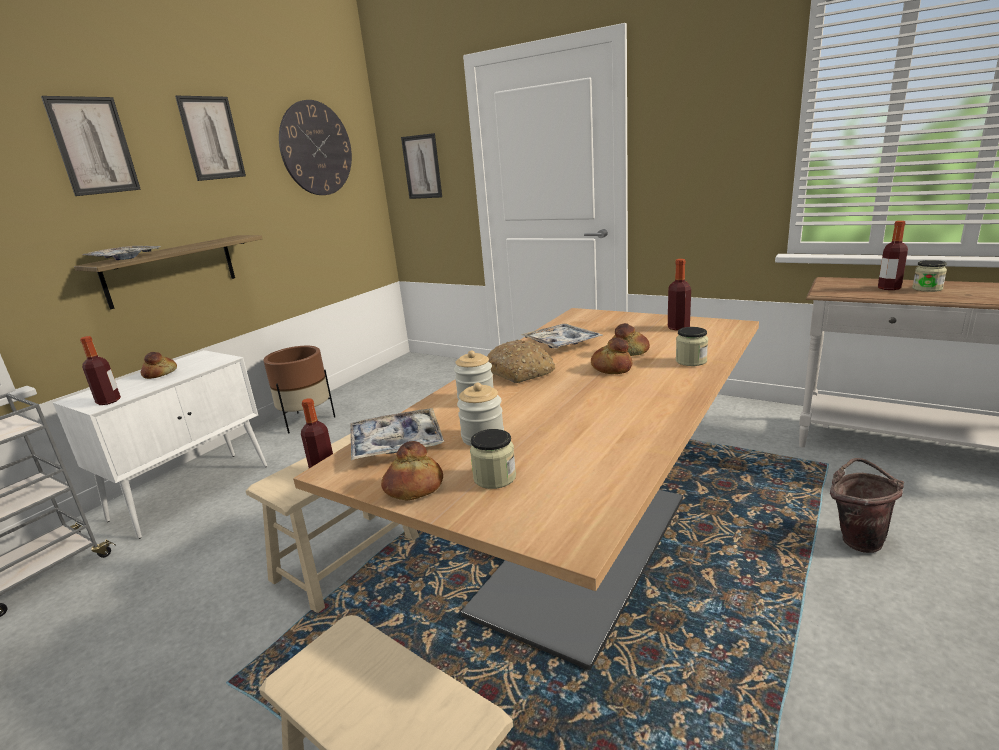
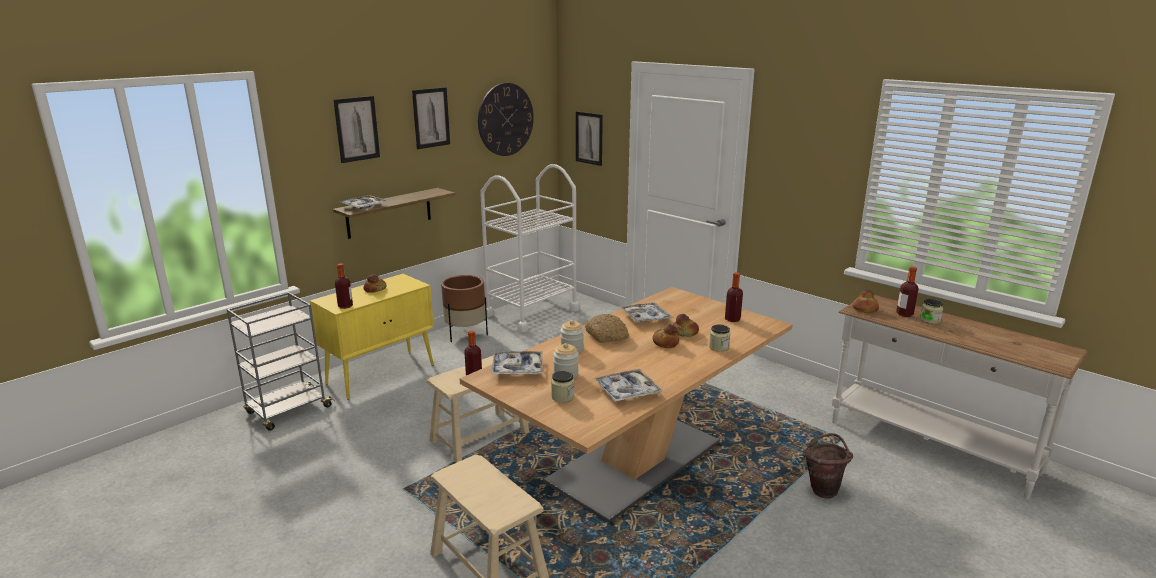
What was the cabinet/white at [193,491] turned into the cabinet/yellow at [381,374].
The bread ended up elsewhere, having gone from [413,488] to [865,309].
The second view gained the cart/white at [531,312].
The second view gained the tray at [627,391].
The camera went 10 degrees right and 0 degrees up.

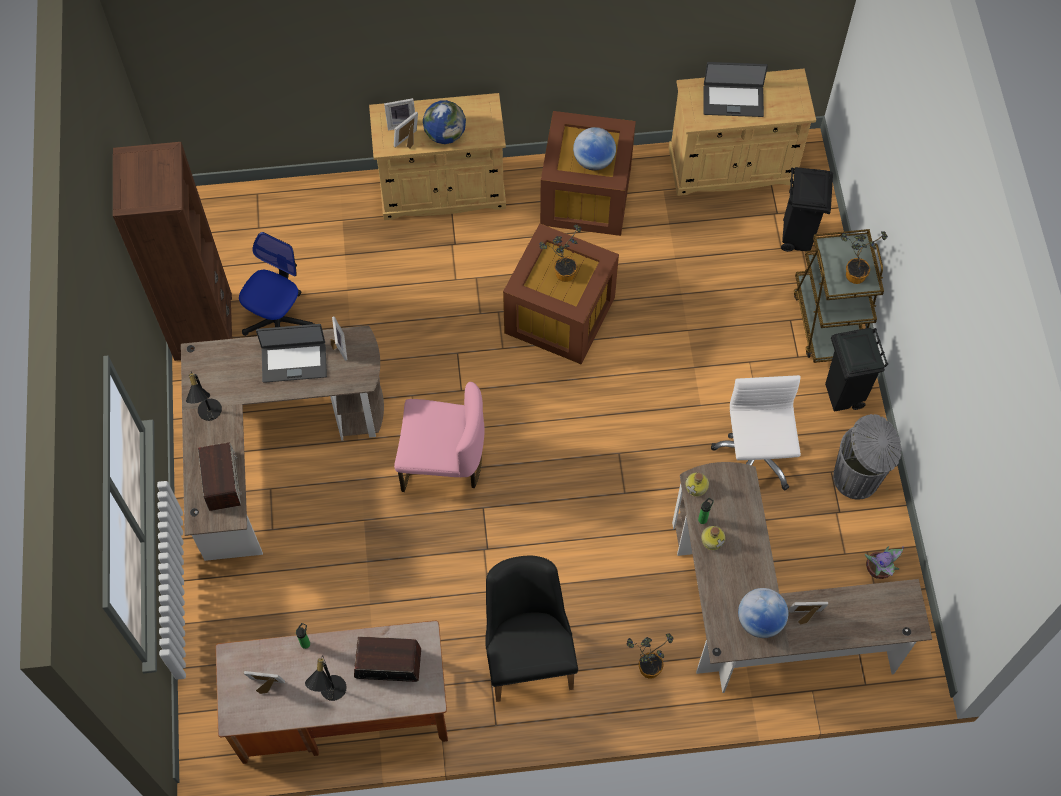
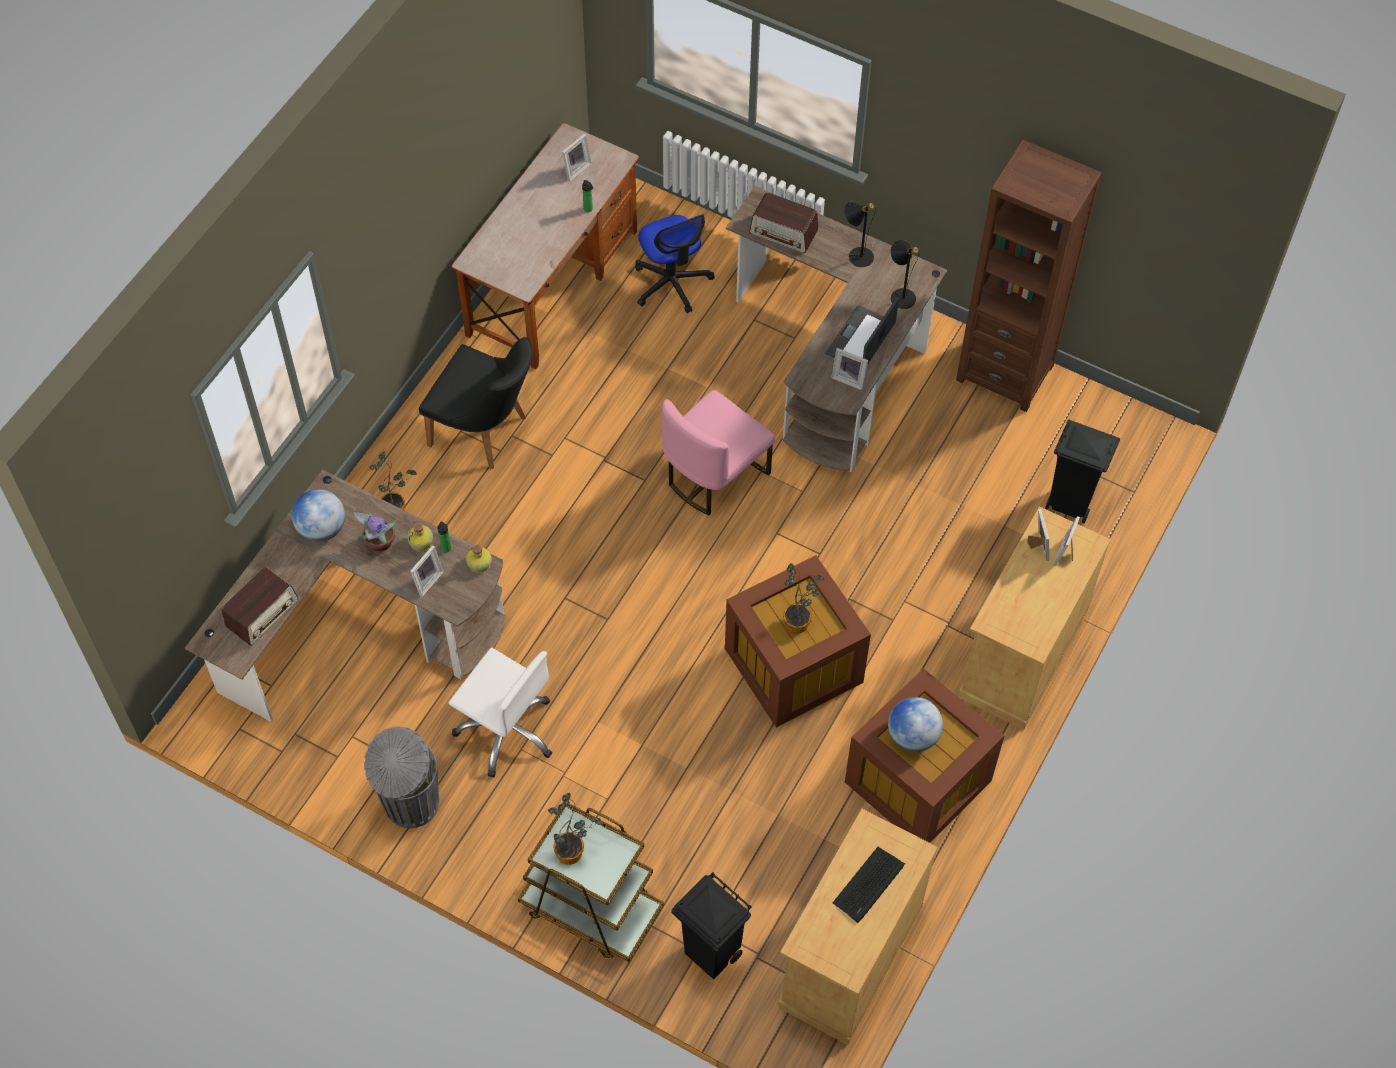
The office chair ended up elsewhere, having gone from [279,320] to [672,283].
The table lamp/black ended up elsewhere, having gone from [330,692] to [900,294].
The radio ended up elsewhere, having gone from [387,663] to [262,613].
The second view lost the globe at [445,134].
Where the laptop stood at [733,100], the keyboard came to stand at [869,884].
The picture frame ended up elsewhere, having gone from [805,617] to [426,580].
The trash can/black ended up elsewhere, having gone from [843,396] to [1069,504].
The potted plant ended up elsewhere, having gone from [878,570] to [379,543].
The camera went 125 degrees right and 5 degrees down.

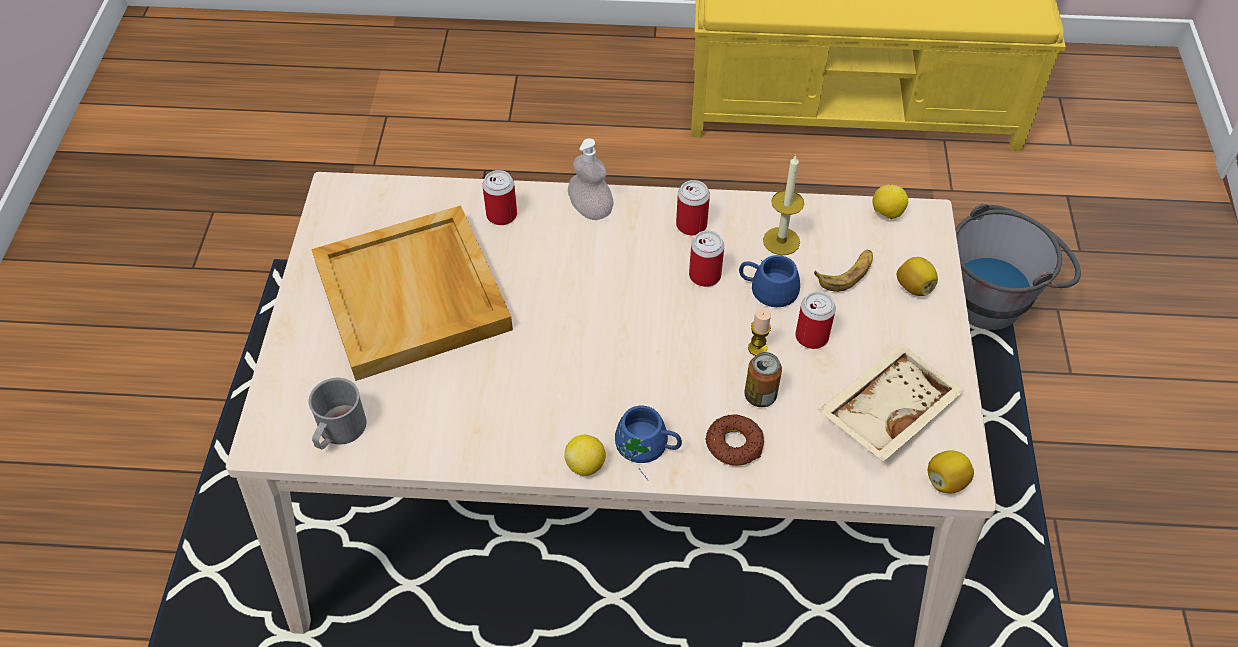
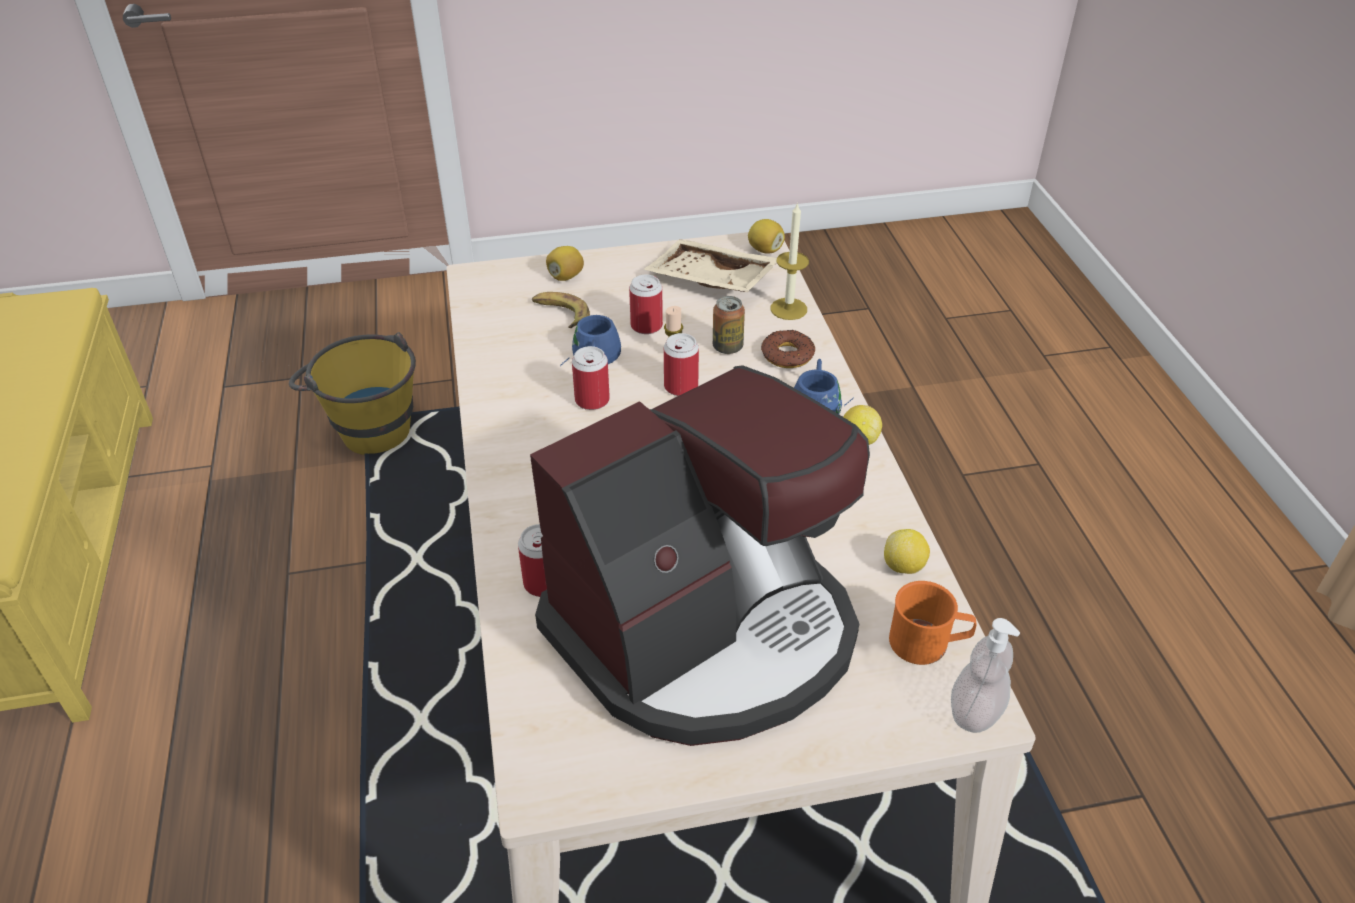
What was the mug/grey at [338,432] turned into the mug/orange at [928,643].
Where the tray/beige stood at [414,296], the coffee machine came to stand at [706,633].
The soap dispenser ended up elsewhere, having gone from [590,209] to [975,711].
The can ended up elsewhere, having gone from [691,225] to [681,387].
The candle ended up elsewhere, having gone from [781,241] to [788,309].
The lemon ended up elsewhere, having gone from [886,213] to [903,566].
What was the bucket/grey at [997,298] turned into the bucket/yellow at [367,426].
The camera went 105 degrees left and 10 degrees down.

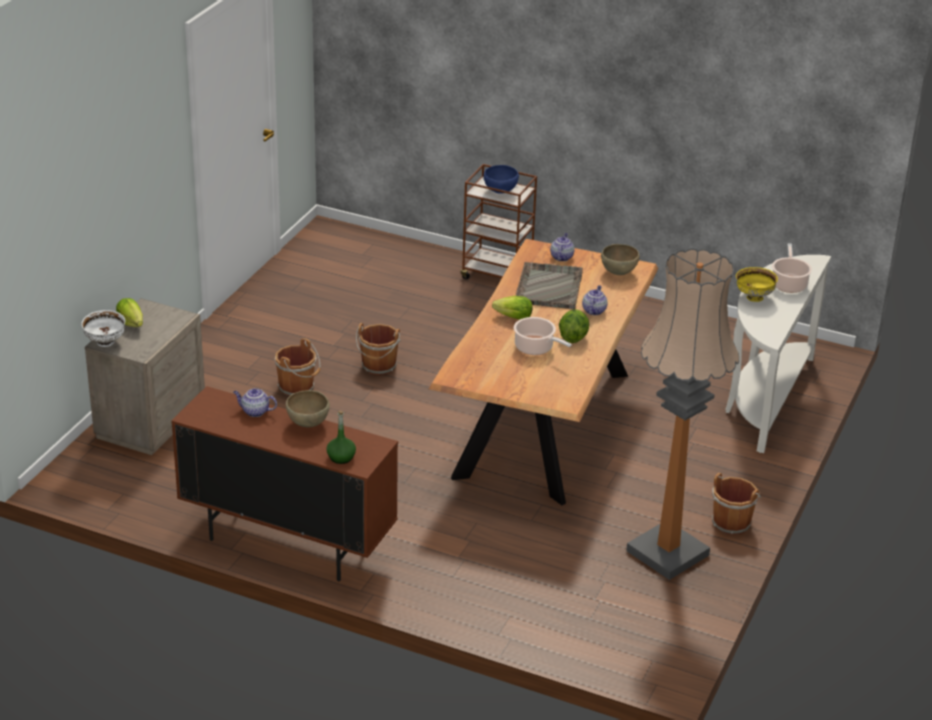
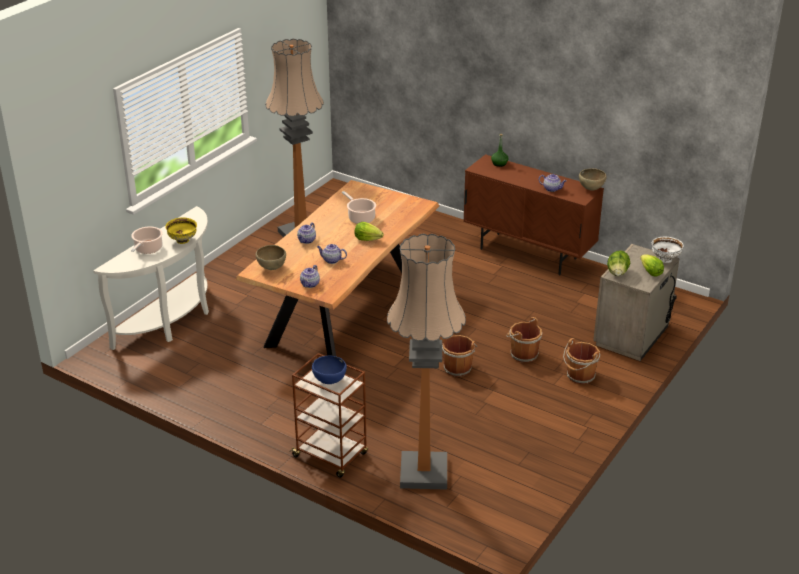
The bowl/brown ended up elsewhere, having gone from [307,424] to [591,189].
Where the tray/grey stood at [549,287], the teapot came to stand at [331,260].
The lettuce ended up elsewhere, having gone from [573,337] to [617,273].
The bucket/brown ended up elsewhere, having gone from [732,522] to [580,376].
The second view gained the floor lamp at [423,473].
The camera went 170 degrees left and 0 degrees up.

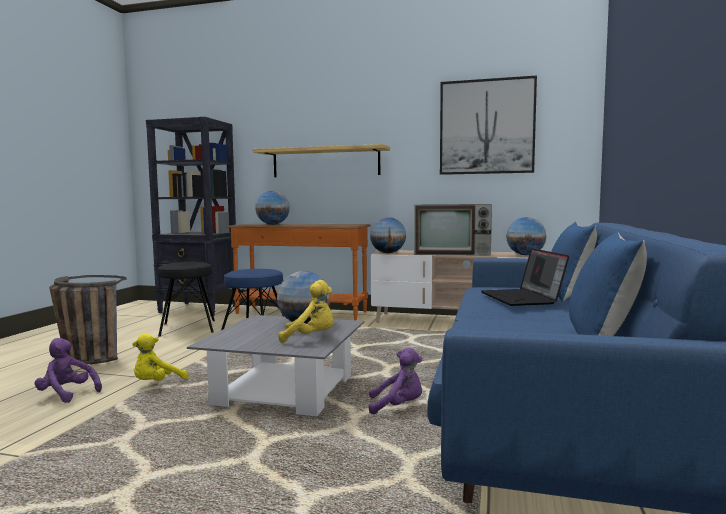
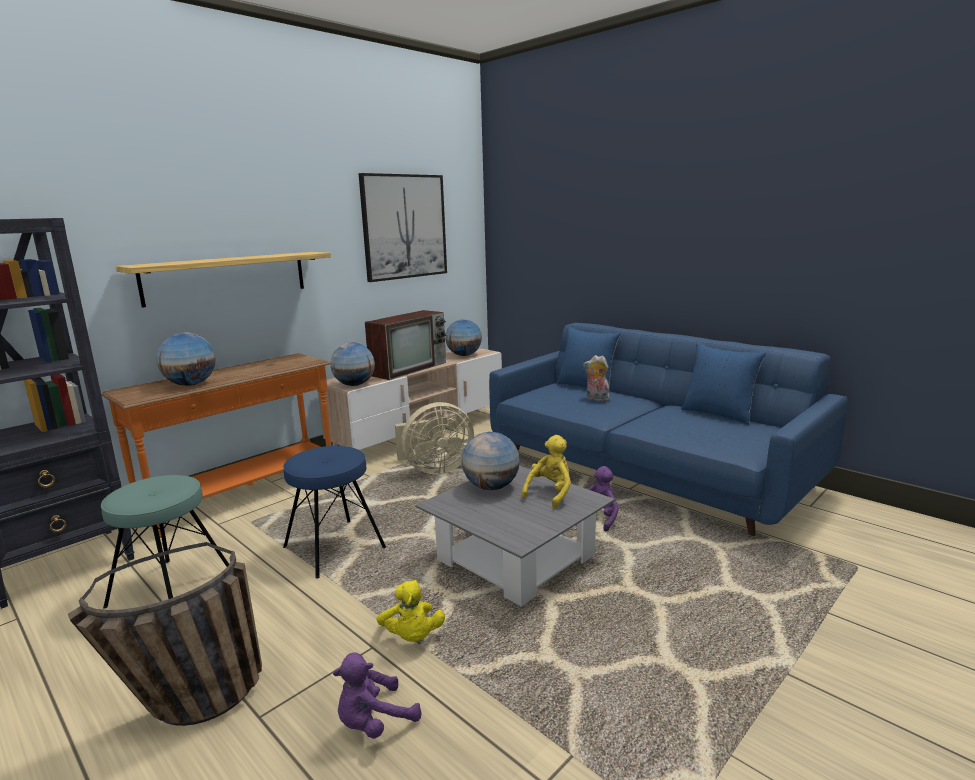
What was the stool/black at [188,328] turned into the stool/turquoise at [171,588].
Where the laptop stood at [522,298], the plush toy came to stand at [596,399].
The second view gained the fan/beige at [434,469].
The camera went 60 degrees left and 10 degrees up.

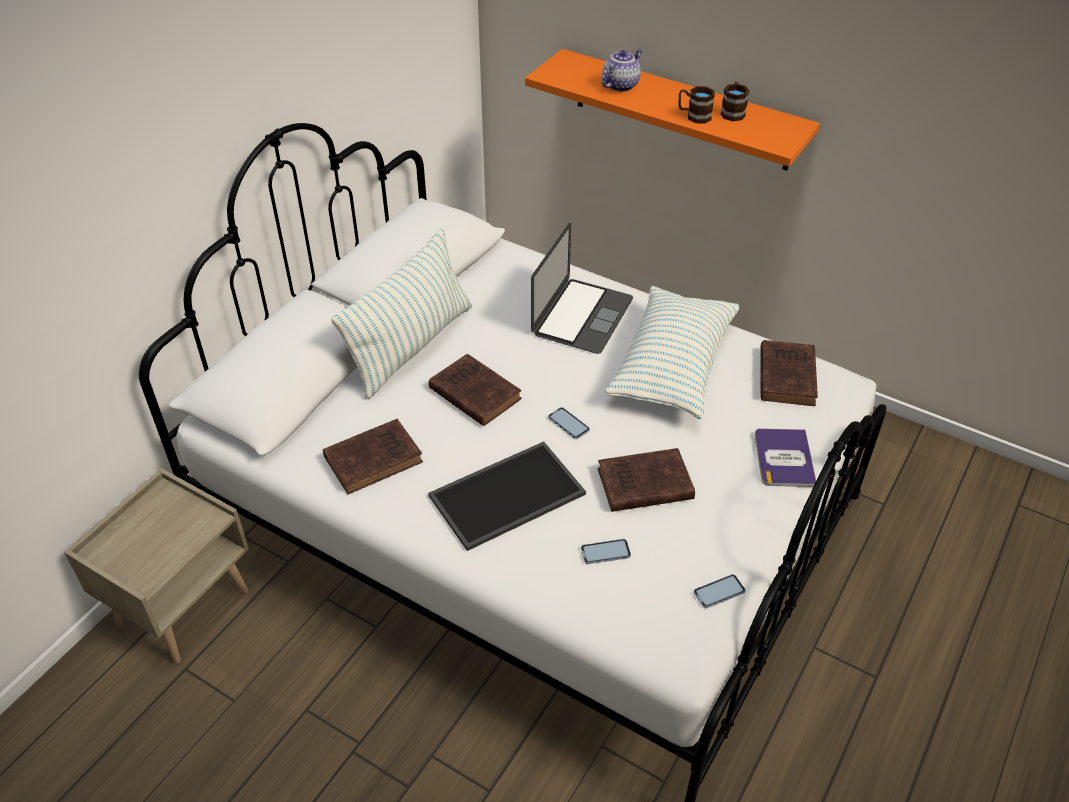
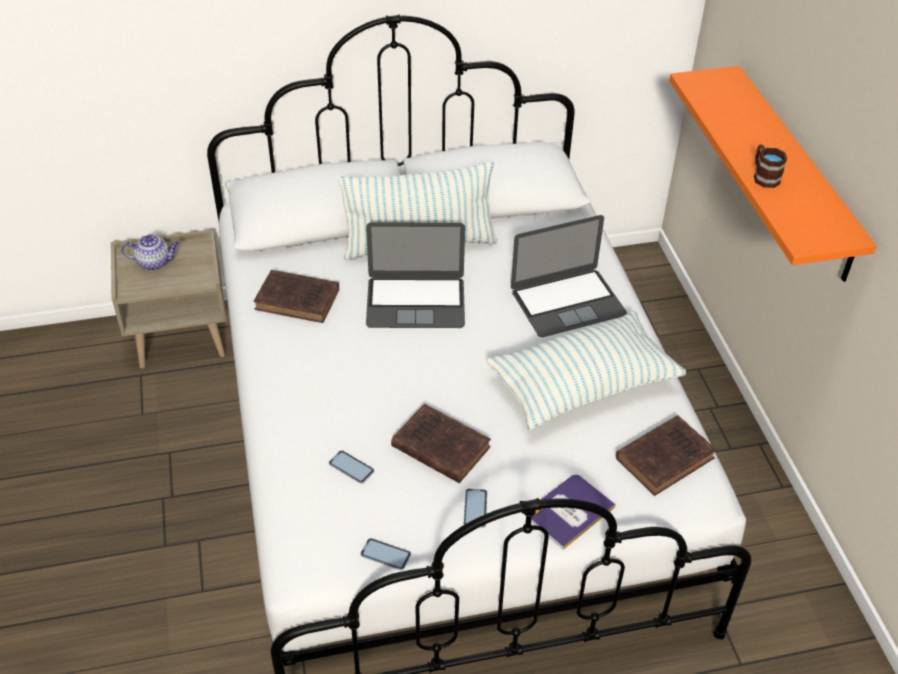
The second view lost the tray at [507,497].
Where the book/brown stood at [473,393], the laptop came to stand at [415,302].
The phone ended up elsewhere, having gone from [568,424] to [475,509].
The teapot ended up elsewhere, having gone from [620,85] to [154,262].
The second view lost the mug/brown at [733,112].
The camera went 45 degrees right and 0 degrees up.

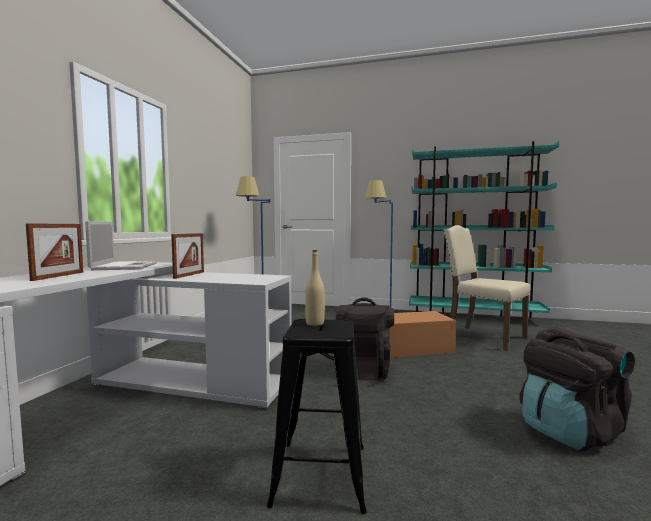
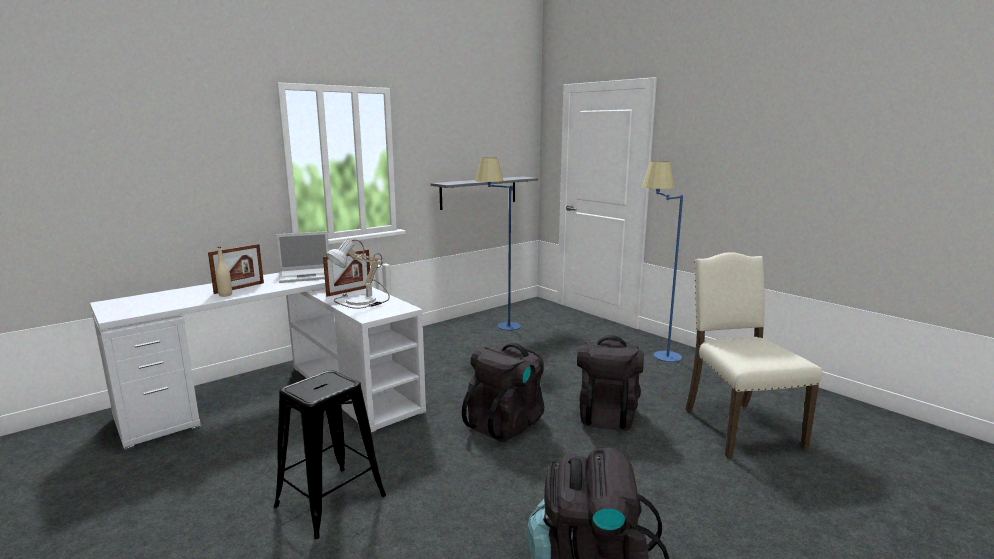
The laptop at [125,266] ended up facing another way, 45 degrees clockwise from before.
The bottle/beige ended up elsewhere, having gone from [315,323] to [225,295].
Where the cardboard box stood at [413,348], the backpack/black came to stand at [607,414].
The second view lost the bookcase/turquoise at [473,318].
The second view gained the table lamp at [361,301].
The second view gained the shelf/grey at [479,192].
The camera went 35 degrees right and 10 degrees up.

